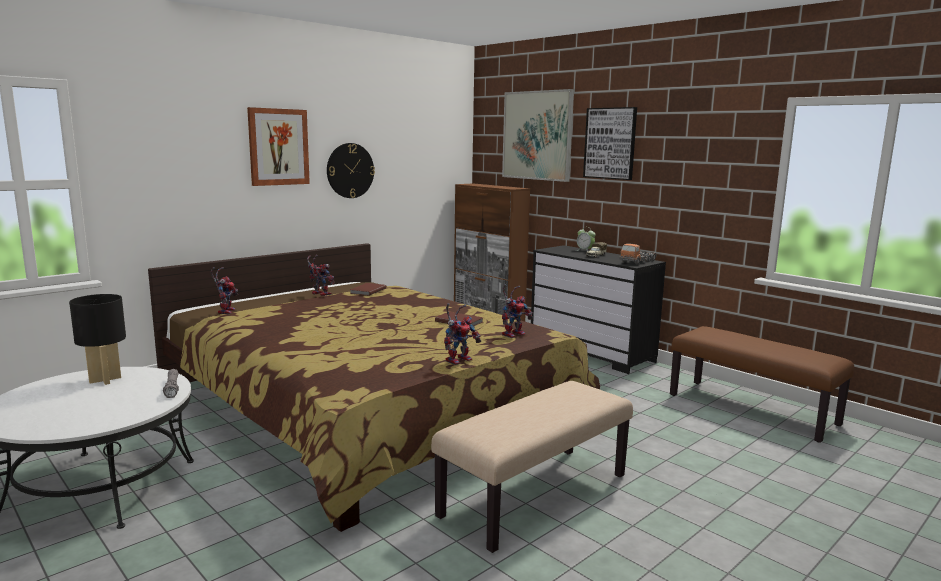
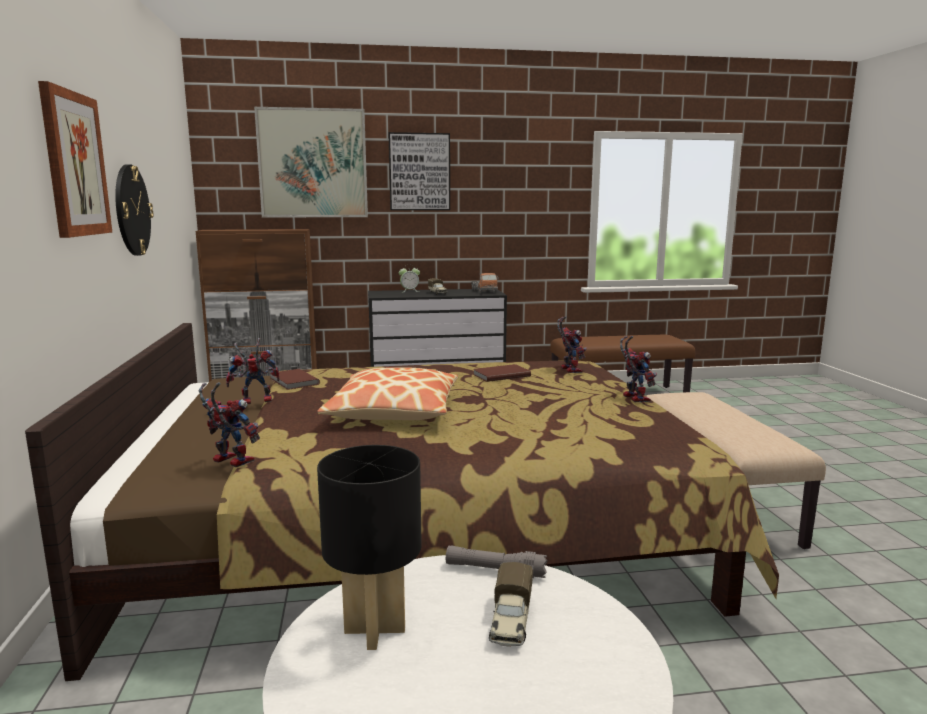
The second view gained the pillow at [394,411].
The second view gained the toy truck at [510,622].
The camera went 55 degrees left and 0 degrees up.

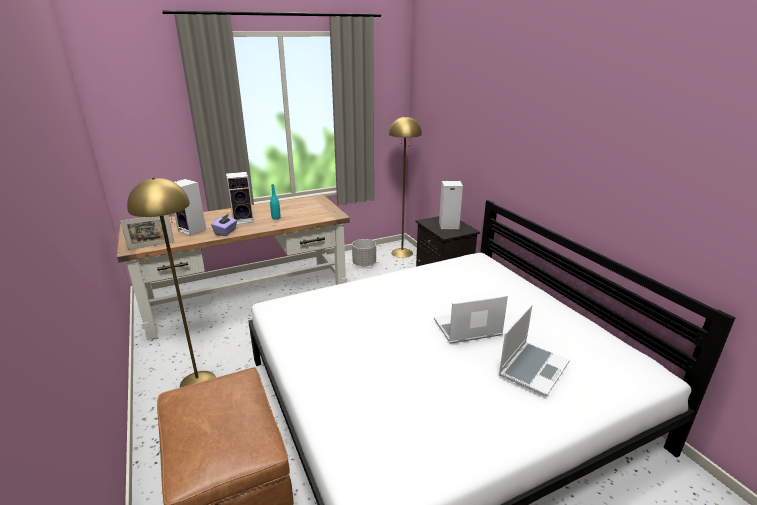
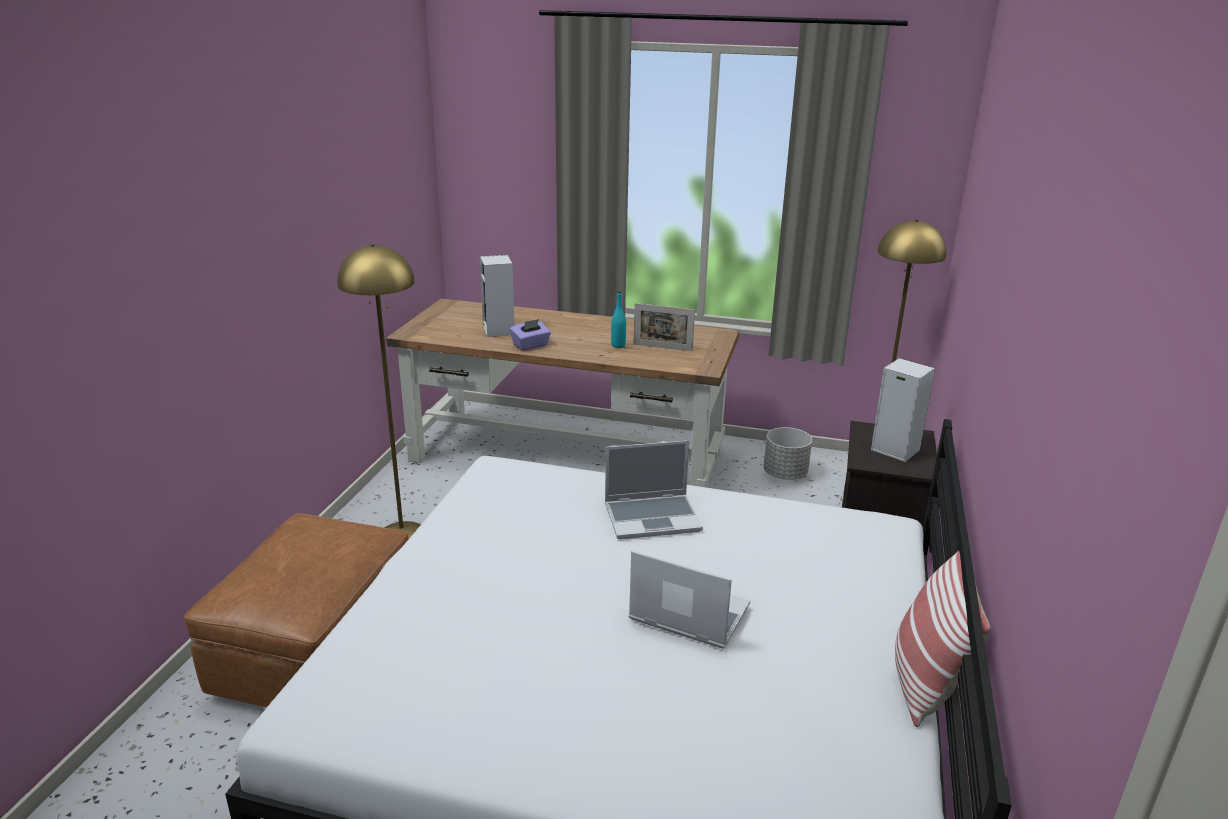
The picture frame ended up elsewhere, having gone from [151,245] to [662,347].
The second view lost the speaker at [244,220].
The laptop ended up elsewhere, having gone from [533,368] to [653,517].
The second view gained the pillow at [924,680].
The camera went 40 degrees right and 0 degrees up.

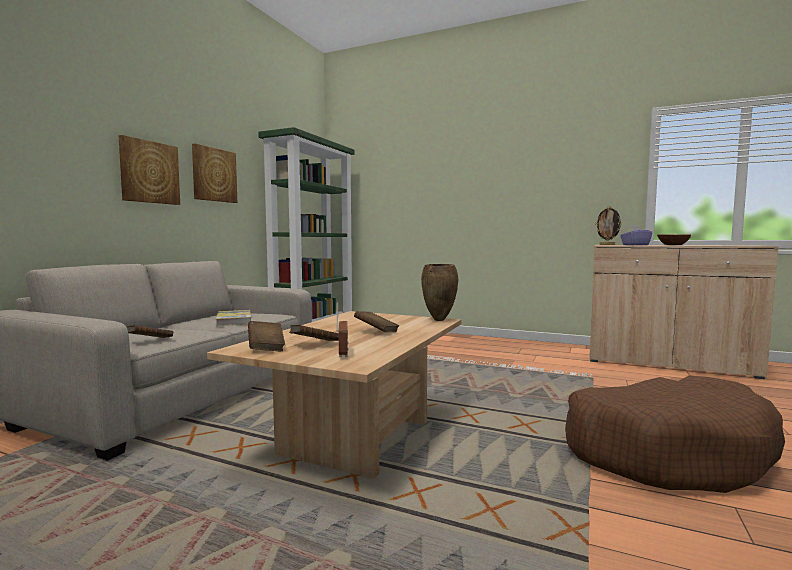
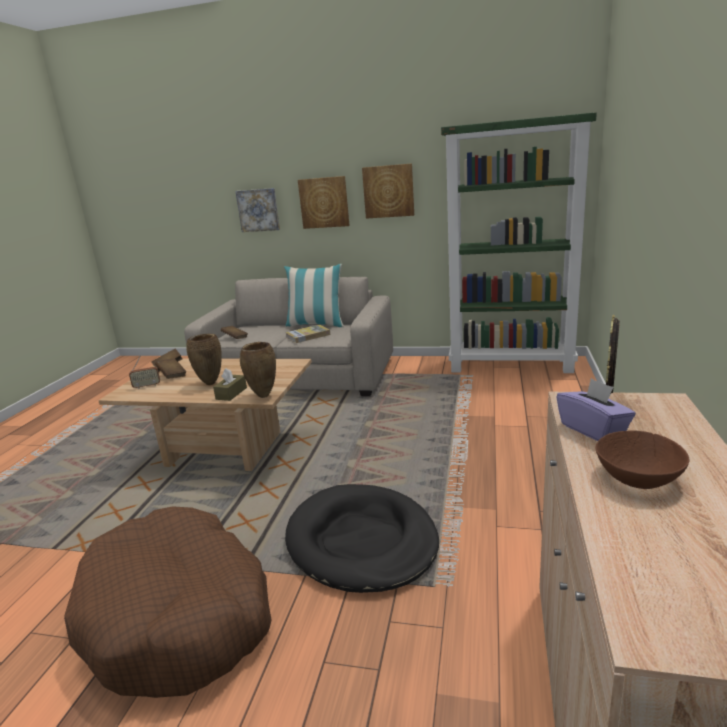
Where the book/brown stood at [376,332], the vase/brown came to stand at [210,383].
The second view gained the tissue box/brown at [231,393].
The second view gained the picture at [258,210].
The second view gained the pillow at [316,324].
The second view gained the dog bed/black at [361,541].
The camera went 80 degrees right and 15 degrees up.

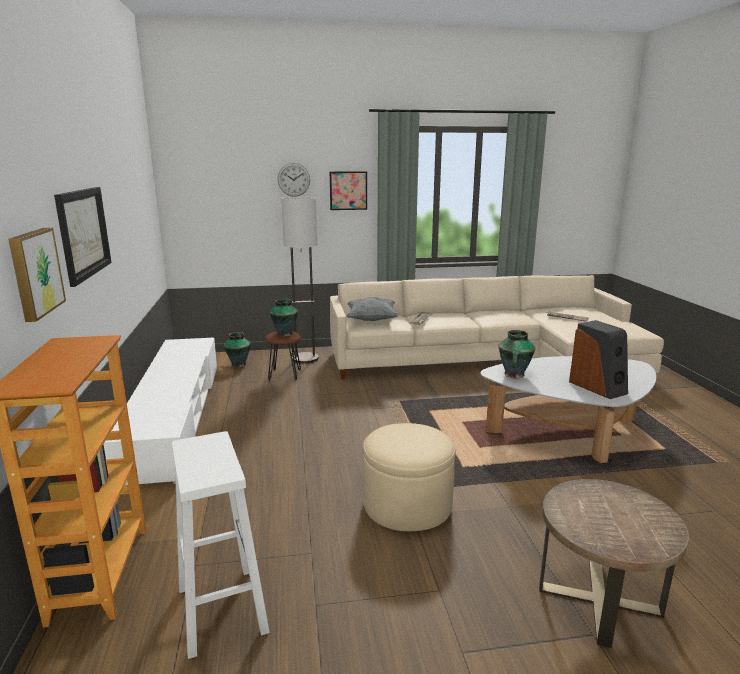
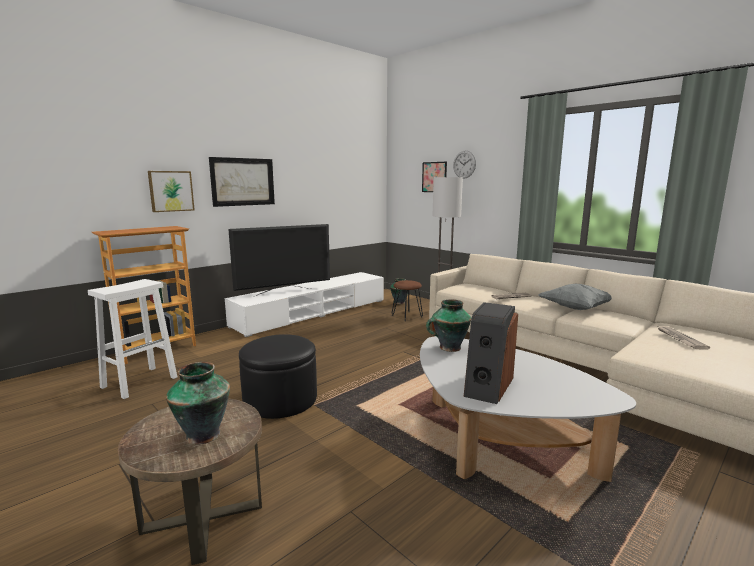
The vase ended up elsewhere, having gone from [284,334] to [204,434].
The picture ended up elsewhere, having gone from [348,190] to [434,177].
The pillow/grey ended up elsewhere, having gone from [371,320] to [576,308].
What was the ottoman/beige at [407,504] turned into the ottoman/black at [280,399].
The second view gained the television at [284,292].
The camera went 55 degrees right and 5 degrees down.

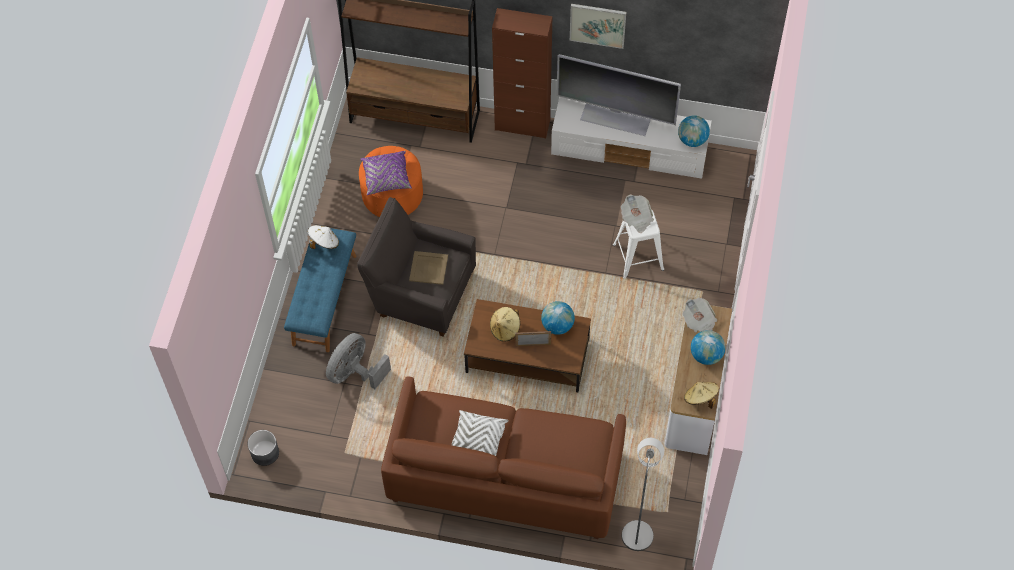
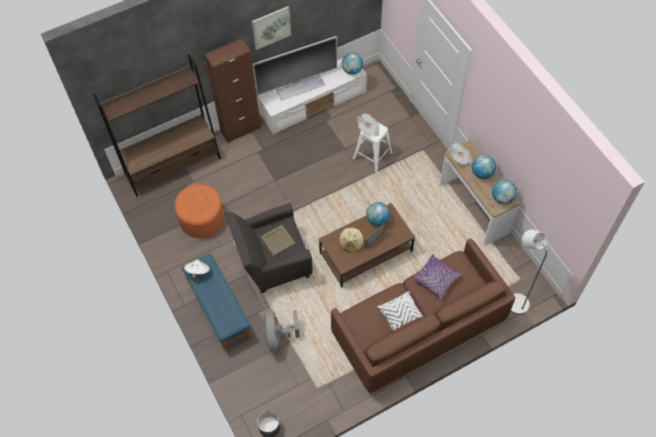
The pillow/purple ended up elsewhere, having gone from [387,178] to [436,279].
Where the hat/beige stood at [700,398], the globe came to stand at [502,198].
The camera went 40 degrees left and 0 degrees up.

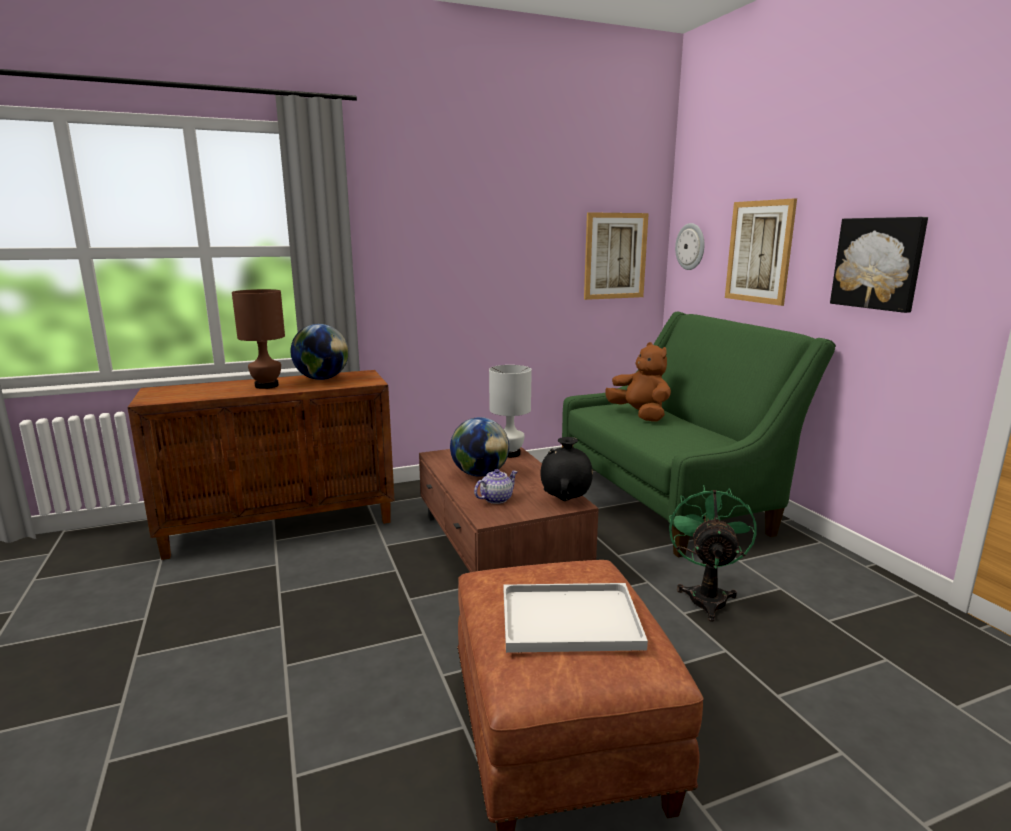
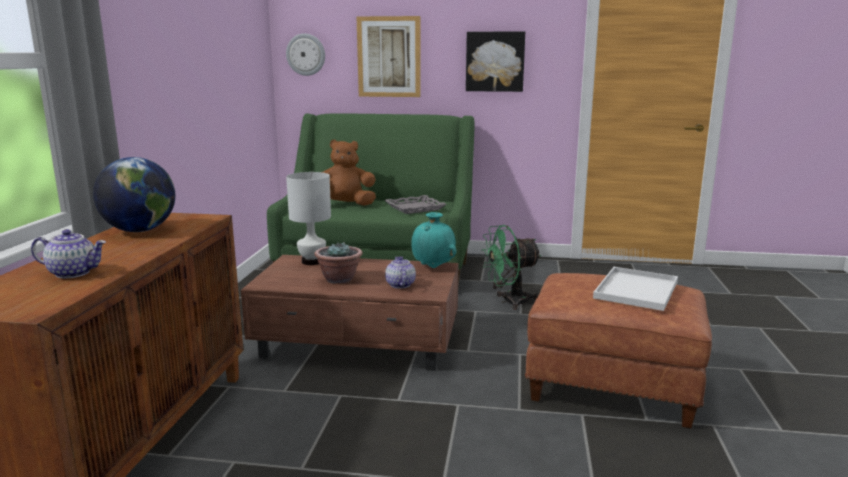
The second view lost the table lamp/brown at [266,386].
Where the globe stood at [480,474], the potted plant came to stand at [339,279].
What was the vase/black at [565,500] turned into the vase/turquoise at [433,267].
The second view lost the picture at [615,256].
The fan/green at [706,596] ended up facing another way, 60 degrees counterclockwise from before.
The second view gained the teapot at [74,273].
The second view gained the tray/grey at [415,208].
The camera went 60 degrees left and 0 degrees up.

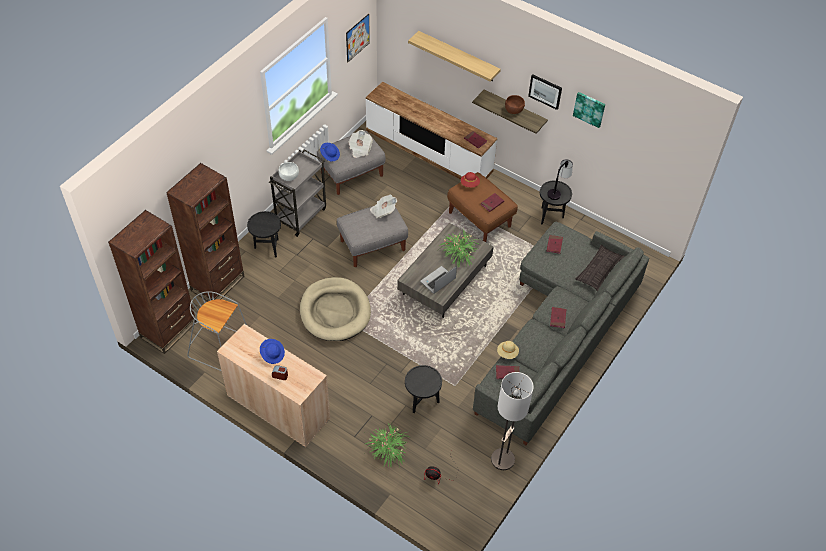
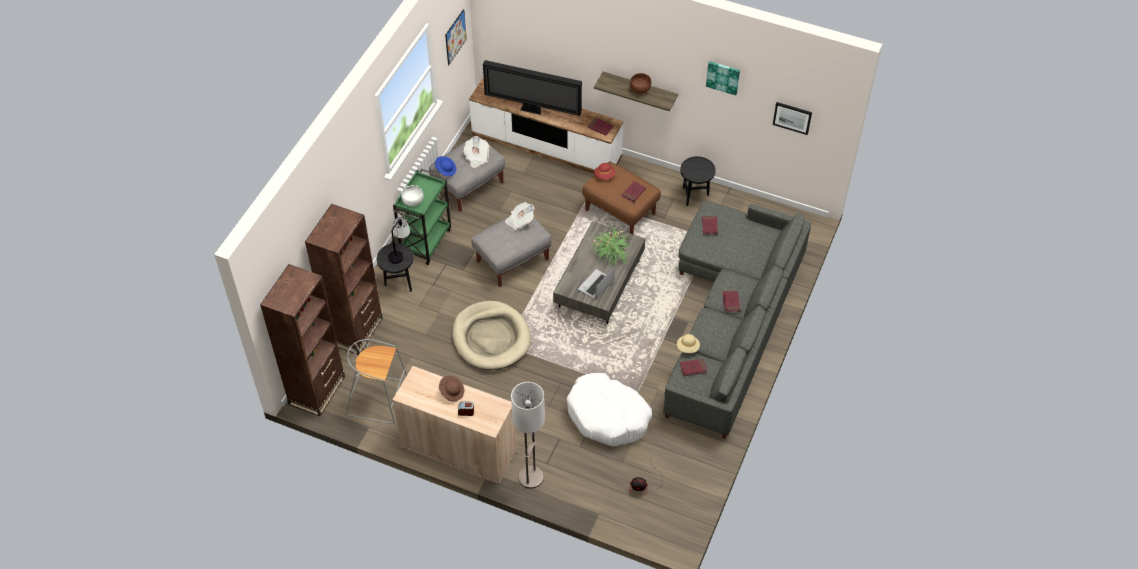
What was the hat/blue at [272,354] turned into the hat/brown at [452,392].
What was the cart/grey at [301,215] turned into the cart/green at [425,241].
The second view lost the potted plant at [388,450].
Where the side table/black stood at [422,402], the dog bed/white came to stand at [608,416].
The second view lost the shelf at [458,57].
The floor lamp ended up elsewhere, having gone from [502,459] to [531,477].
The picture ended up elsewhere, having gone from [545,91] to [792,117].
The table lamp ended up elsewhere, having gone from [557,191] to [399,252].
The second view lost the pillow at [599,270].
The second view gained the television at [532,110].
The camera went 10 degrees left and 0 degrees up.

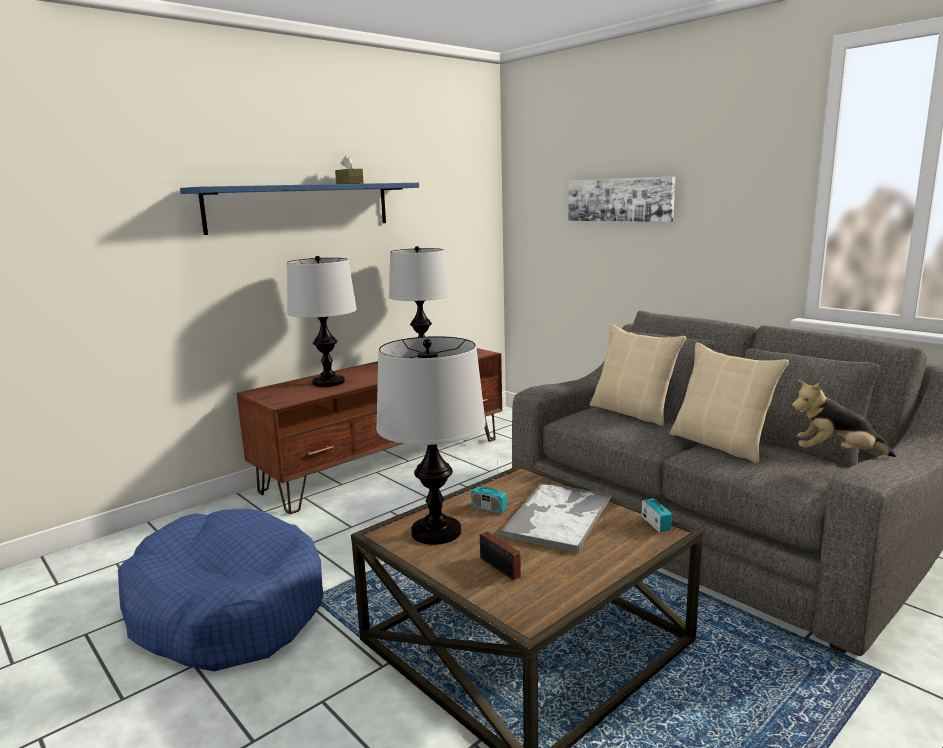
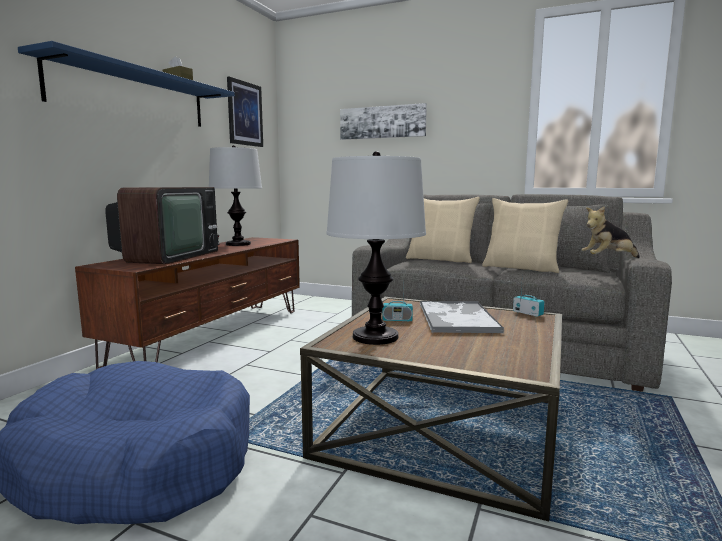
Where the table lamp stood at [328,382], the television came to stand at [168,257].
The second view lost the radio at [501,569].
The second view gained the picture at [245,114].
The camera went 25 degrees left and 5 degrees down.

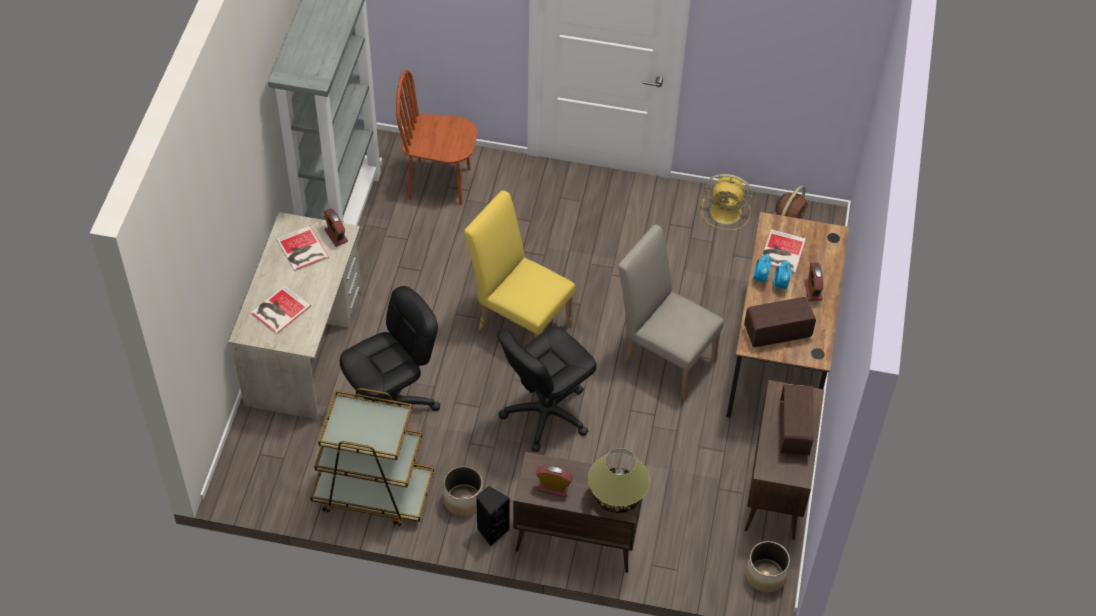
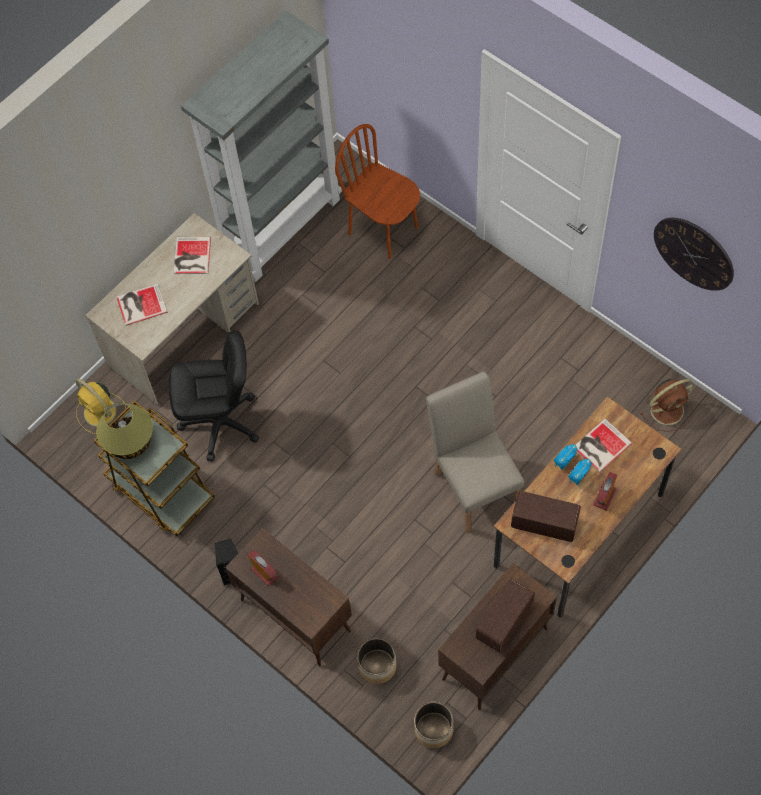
The second view lost the alarm clock at [336,236].
The planter ended up elsewhere, having gone from [463,500] to [377,666].
The second view lost the chair/yellow at [519,323].
The second view lost the office chair/black at [545,413].
The table lamp ended up elsewhere, having gone from [617,496] to [130,442].
The fan/yellow ended up elsewhere, having gone from [727,212] to [101,413].
The second view gained the wall clock at [694,253].
The camera went 35 degrees right and 10 degrees up.

